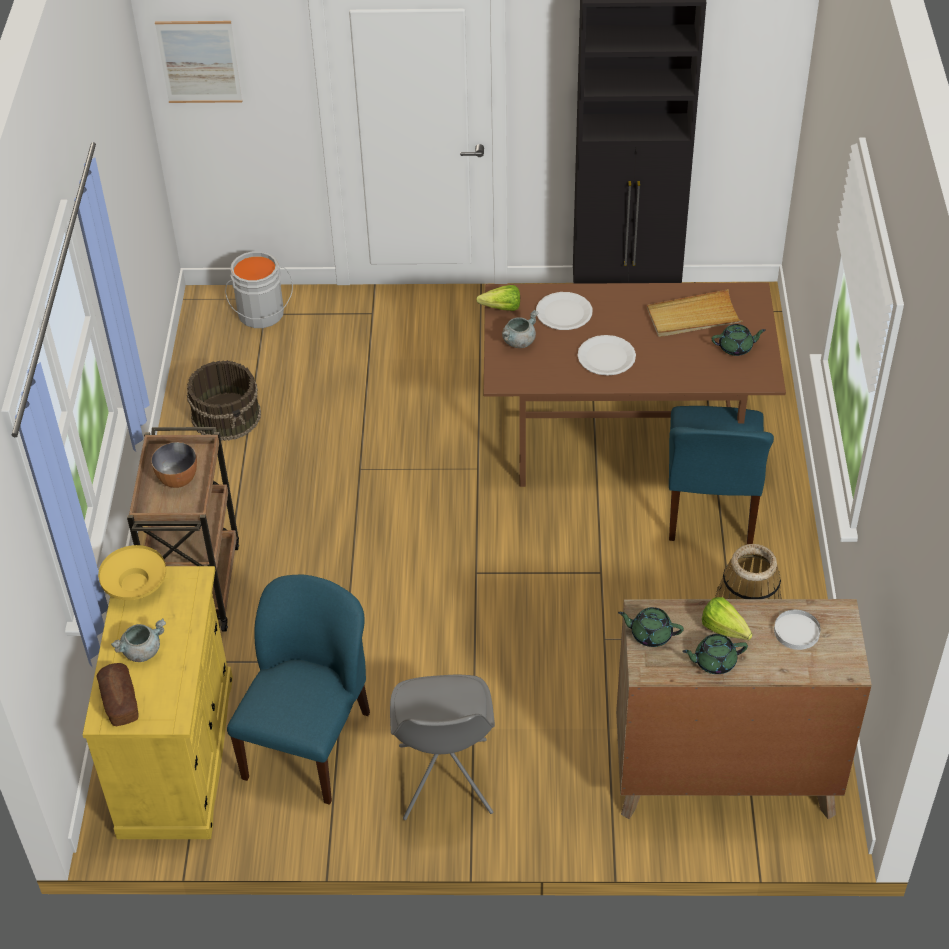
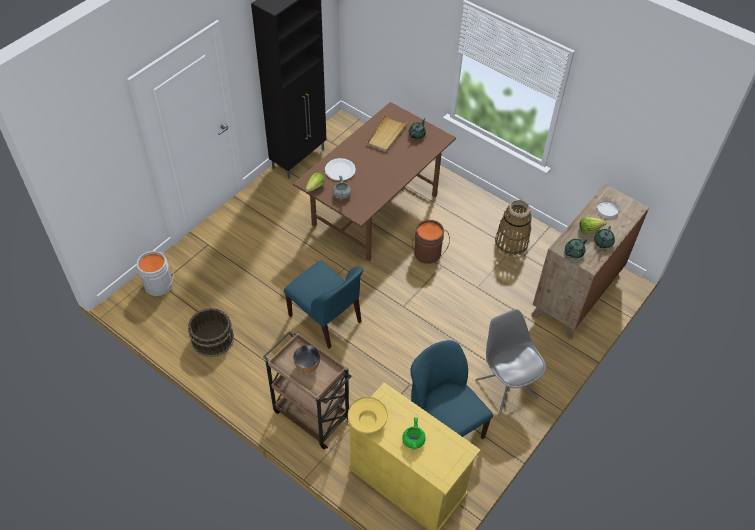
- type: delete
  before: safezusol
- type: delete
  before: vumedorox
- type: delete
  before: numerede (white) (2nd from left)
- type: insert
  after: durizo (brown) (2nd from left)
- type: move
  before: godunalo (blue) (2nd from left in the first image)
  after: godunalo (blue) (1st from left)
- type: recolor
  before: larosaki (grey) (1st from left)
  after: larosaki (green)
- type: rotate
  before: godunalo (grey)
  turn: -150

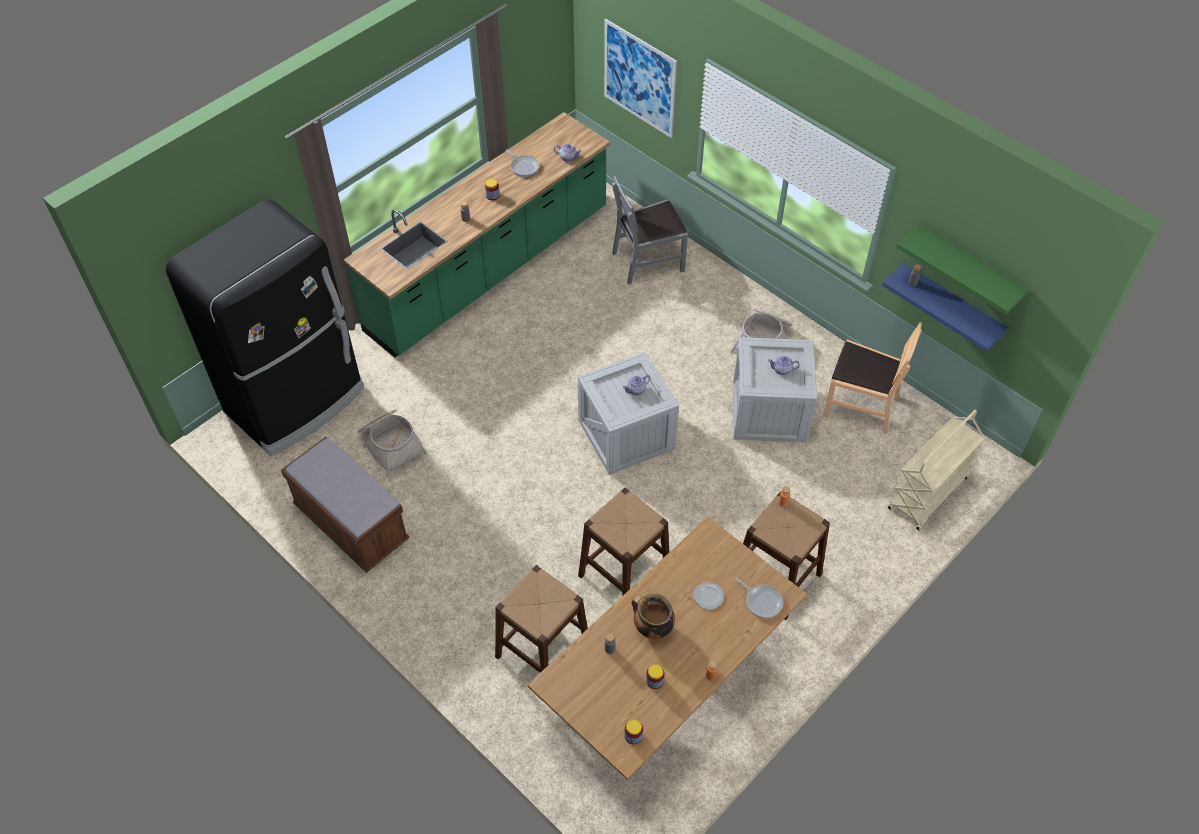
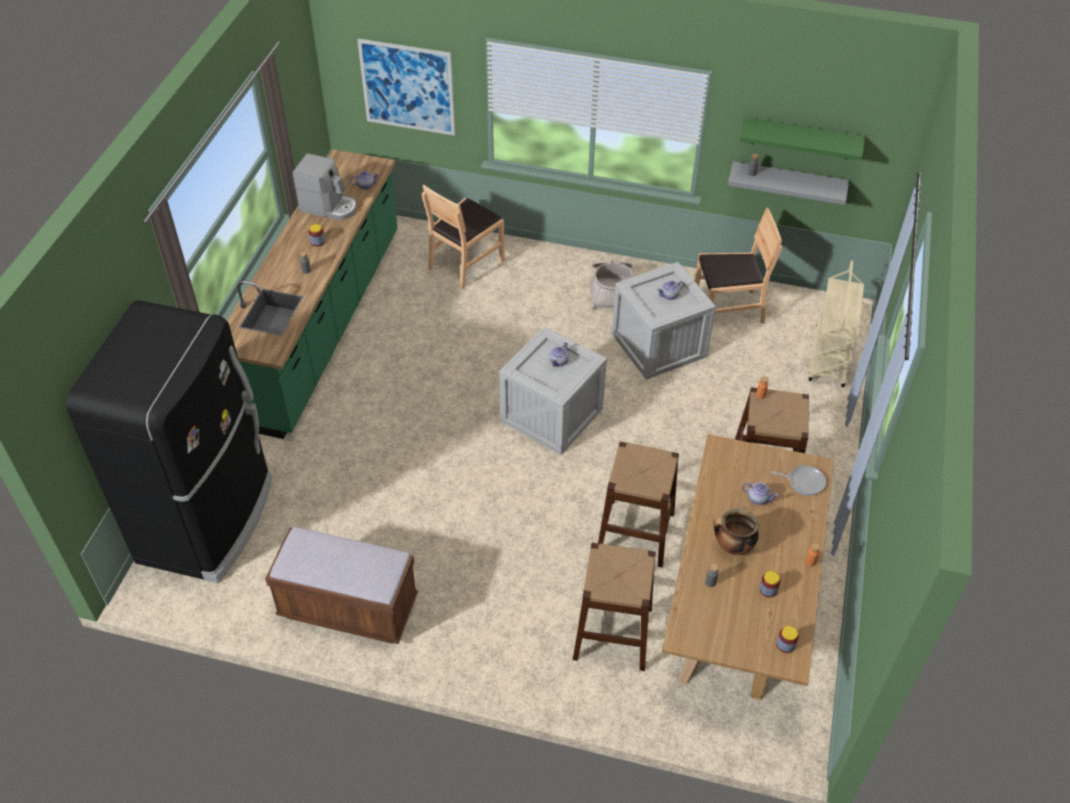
- type: delete
  before: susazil (1st from left)
- type: replace
  before: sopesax (1st from left)
  after: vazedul
- type: replace
  before: numerede
  after: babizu (4th from left)
- type: recolor
  before: godunalo (grey)
  after: godunalo (brown) (1st from left)
- type: recolor
  before: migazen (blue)
  after: migazen (grey)

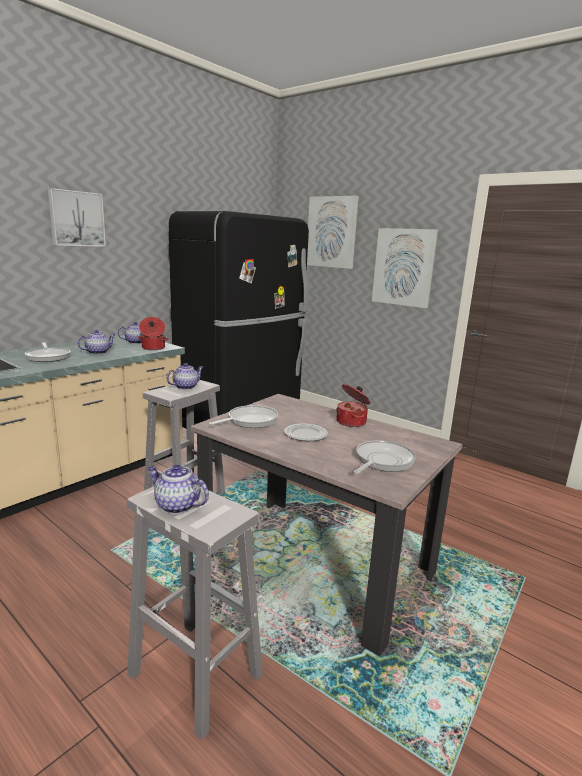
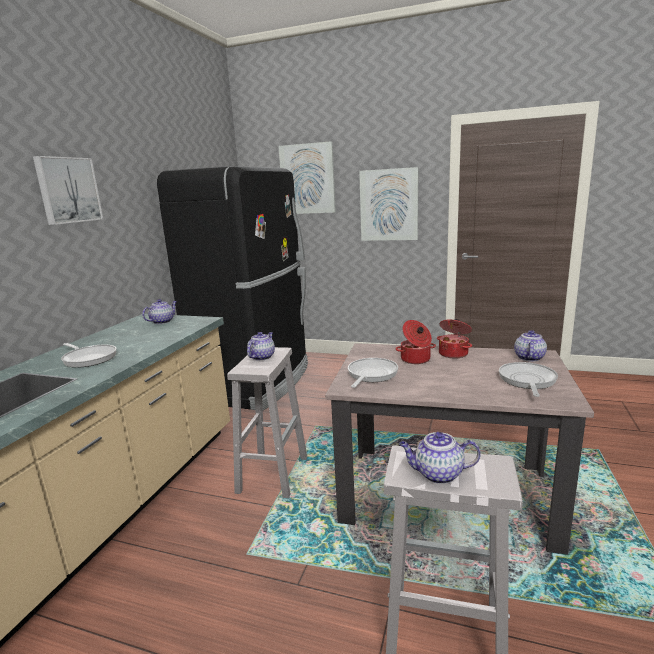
- type: delete
  before: numerede
- type: move
  before: babizu (1st from left in the first image)
  after: babizu (4th from left)
- type: move
  before: larosaki (1st from left)

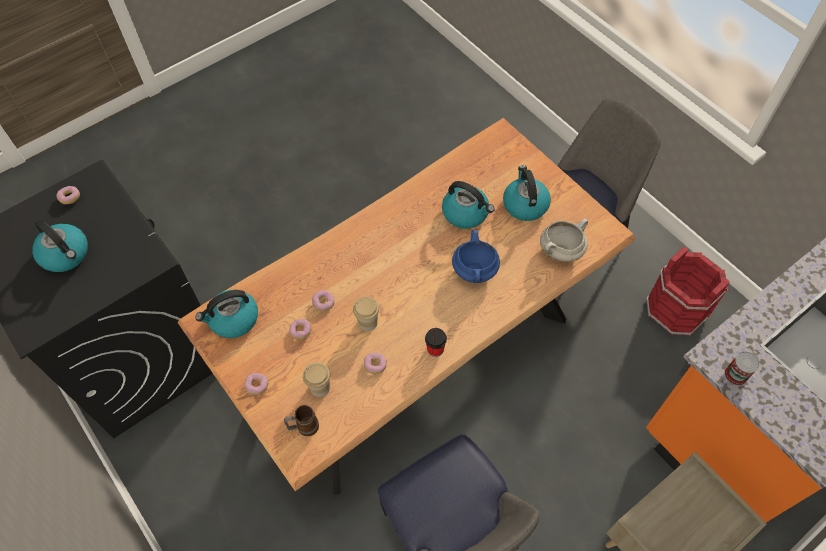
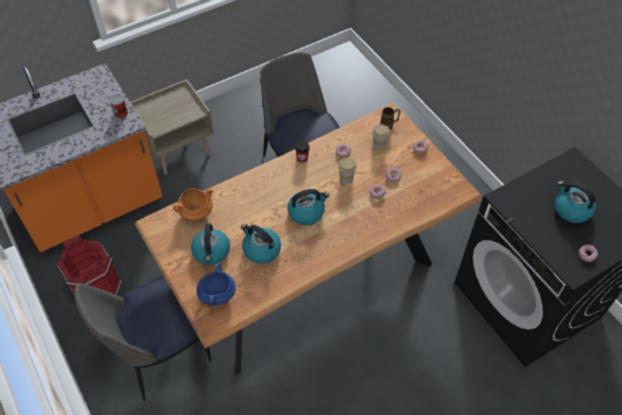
- type: move
  before: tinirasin (2nd from left in the first image)
  after: tinirasin (3rd from left)
- type: move
  before: larosaki (blue)
- type: recolor
  before: larosaki (white)
  after: larosaki (orange)

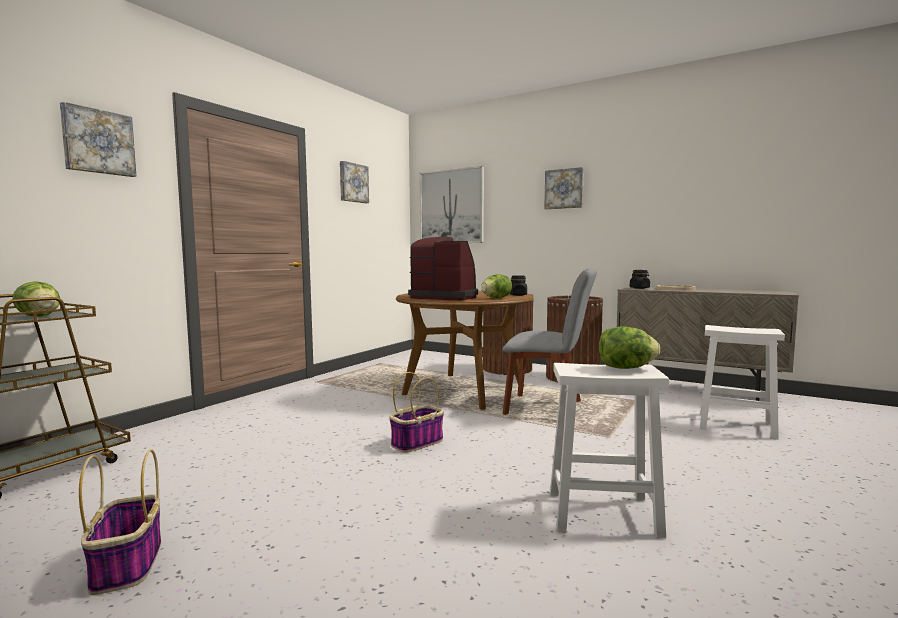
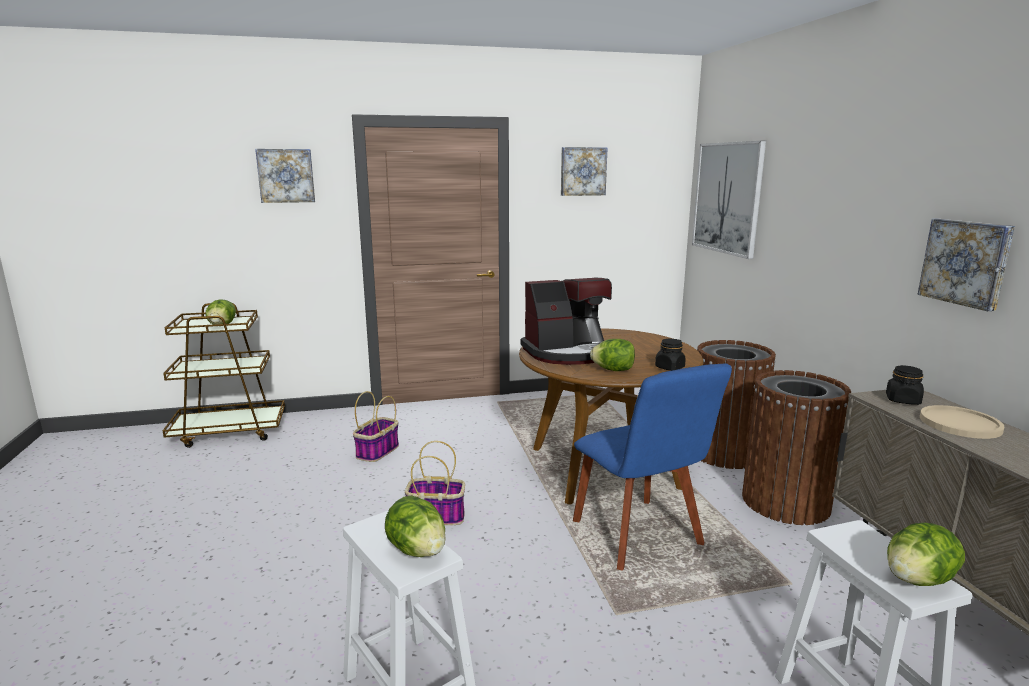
- type: insert
  after: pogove (4th from left)
- type: move
  before: susazil (1st from left)
- type: move
  before: vumedorox (4th from left)
- type: recolor
  before: godunalo (grey)
  after: godunalo (blue)
- type: rotate
  before: vazedul
  turn: 90

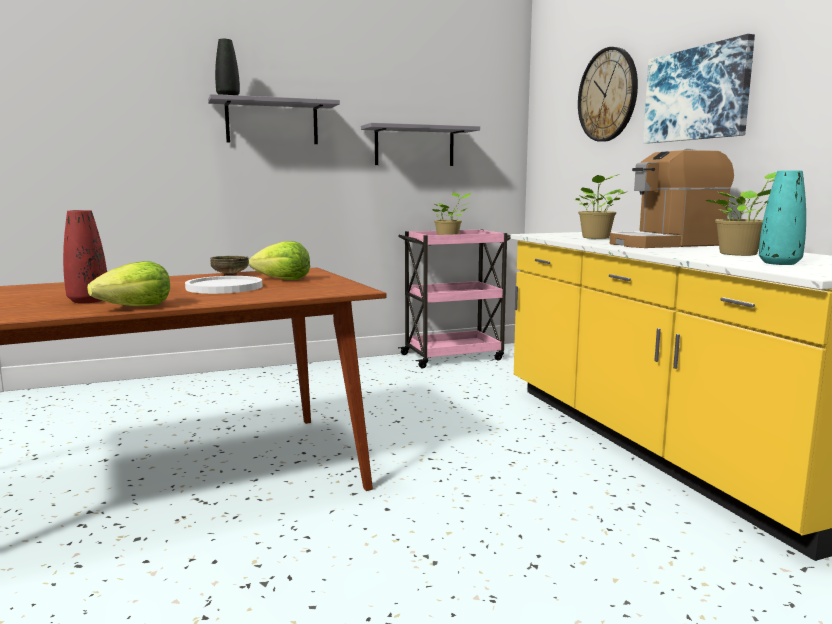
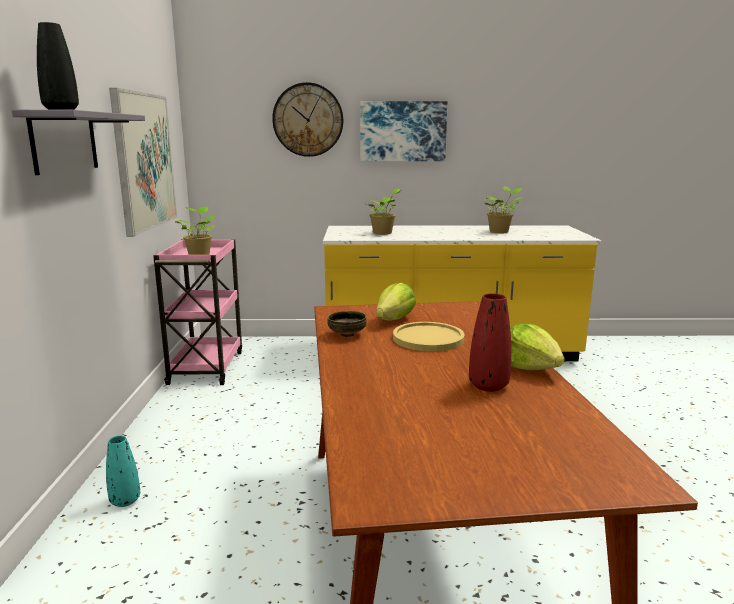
- type: delete
  before: vazedul
- type: move
  before: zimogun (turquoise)
- type: replace
  before: migazen (grey) (2nd from left)
  after: vumedorox (1st from left)
- type: recolor
  before: numerede (white)
  after: numerede (yellow)

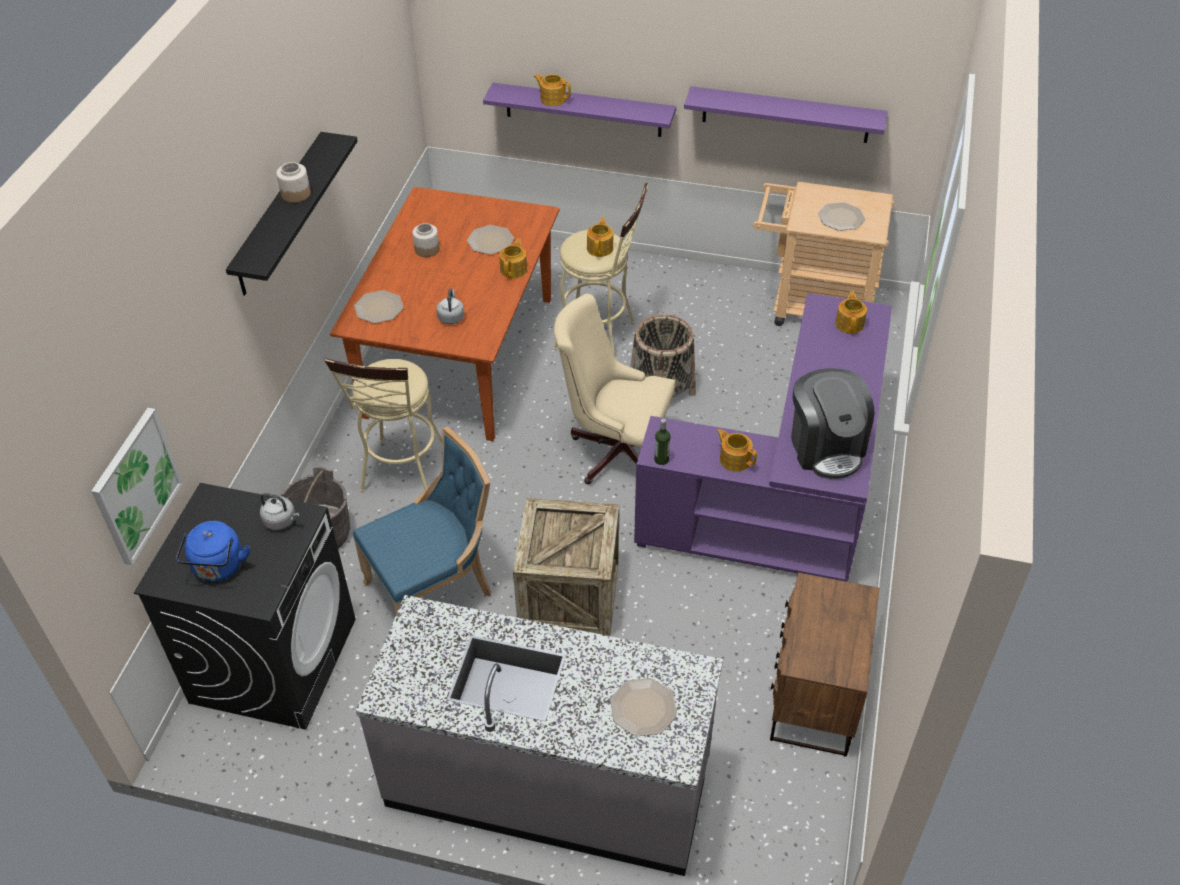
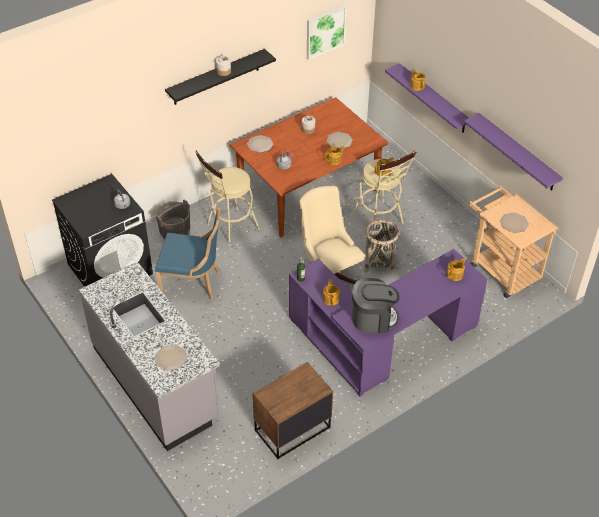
- type: delete
  before: tinirasin (blue)
- type: delete
  before: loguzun
- type: move
  before: vumedorox
- type: rotate
  before: vazedul
  turn: -120

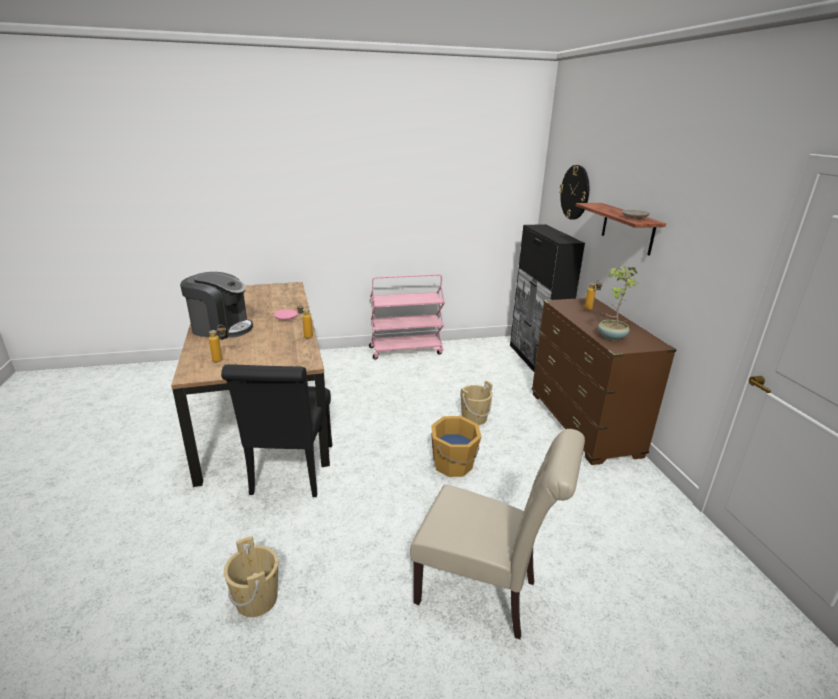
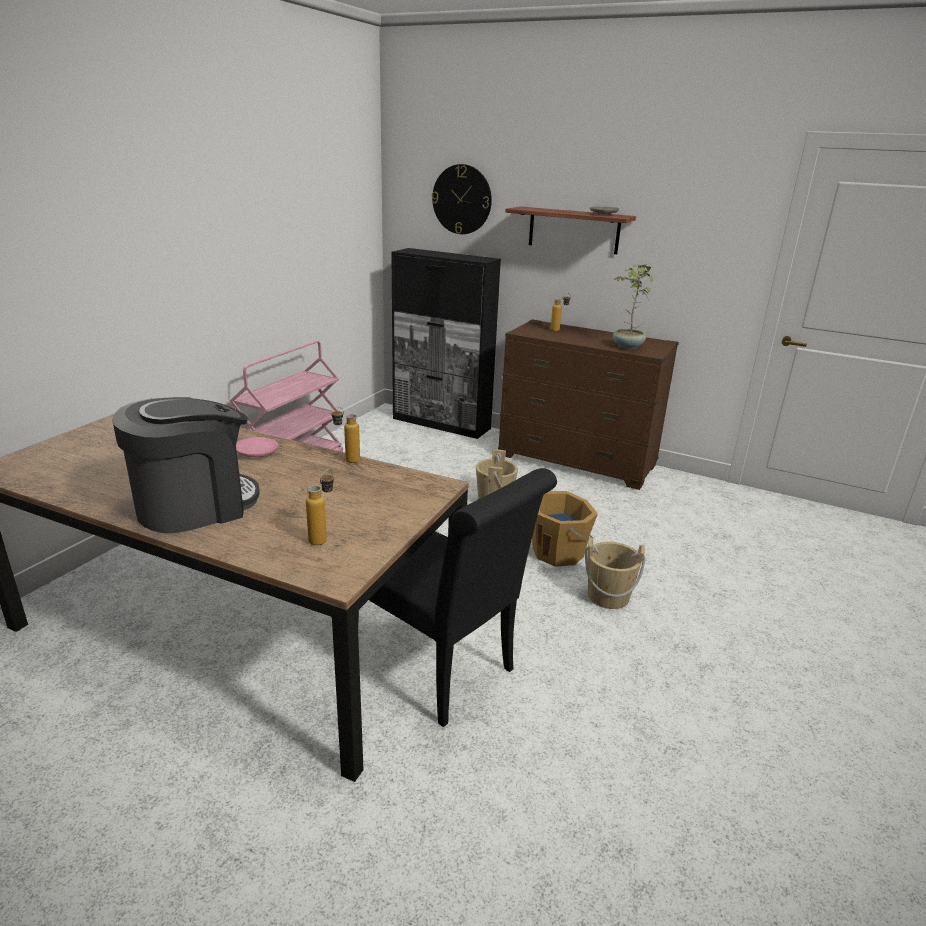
- type: delete
  before: godunalo (beige)
- type: move
  before: durizo (beige) (1st from left in the first image)
  after: durizo (beige) (2nd from left)

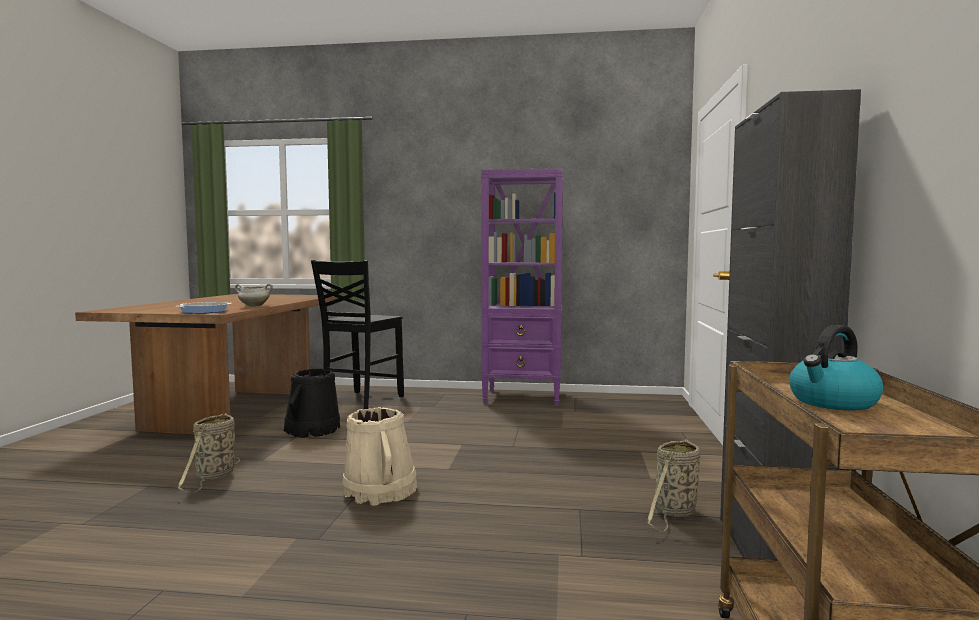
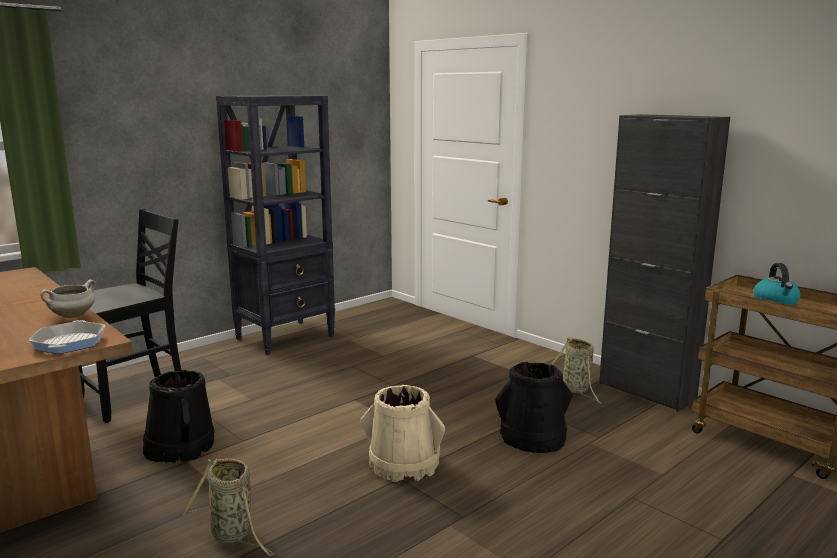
- type: insert
  after: durizo (black) (2nd from left)
- type: recolor
  before: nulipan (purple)
  after: nulipan (black)
- type: rotate
  before: godunalo (black)
  turn: -105

